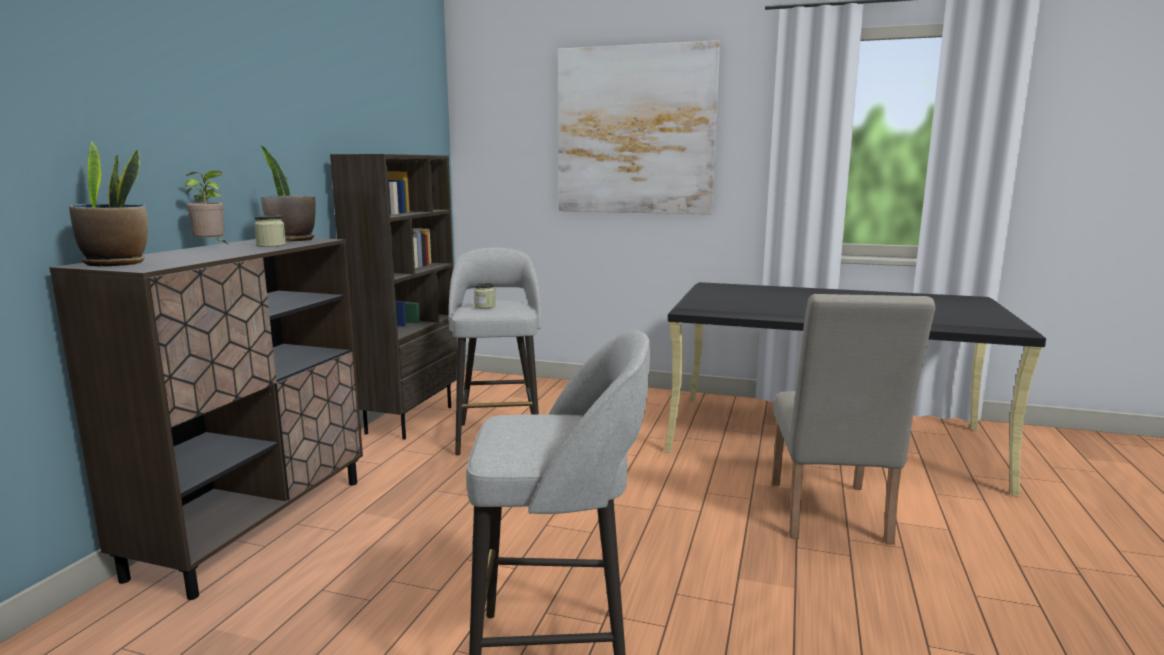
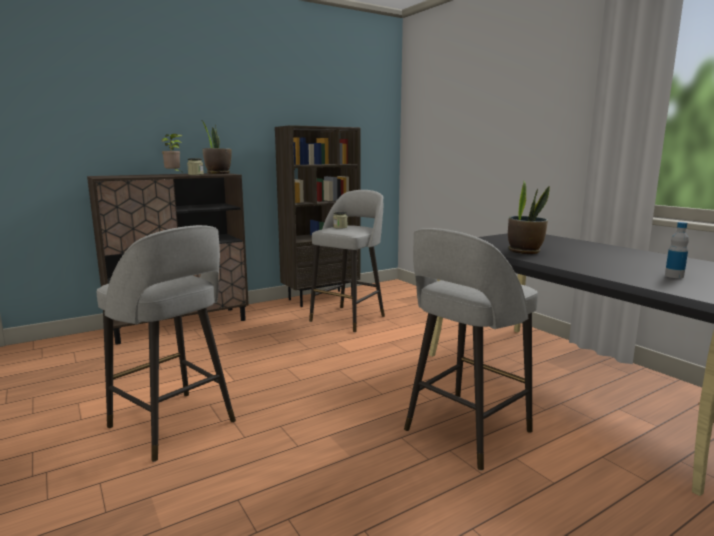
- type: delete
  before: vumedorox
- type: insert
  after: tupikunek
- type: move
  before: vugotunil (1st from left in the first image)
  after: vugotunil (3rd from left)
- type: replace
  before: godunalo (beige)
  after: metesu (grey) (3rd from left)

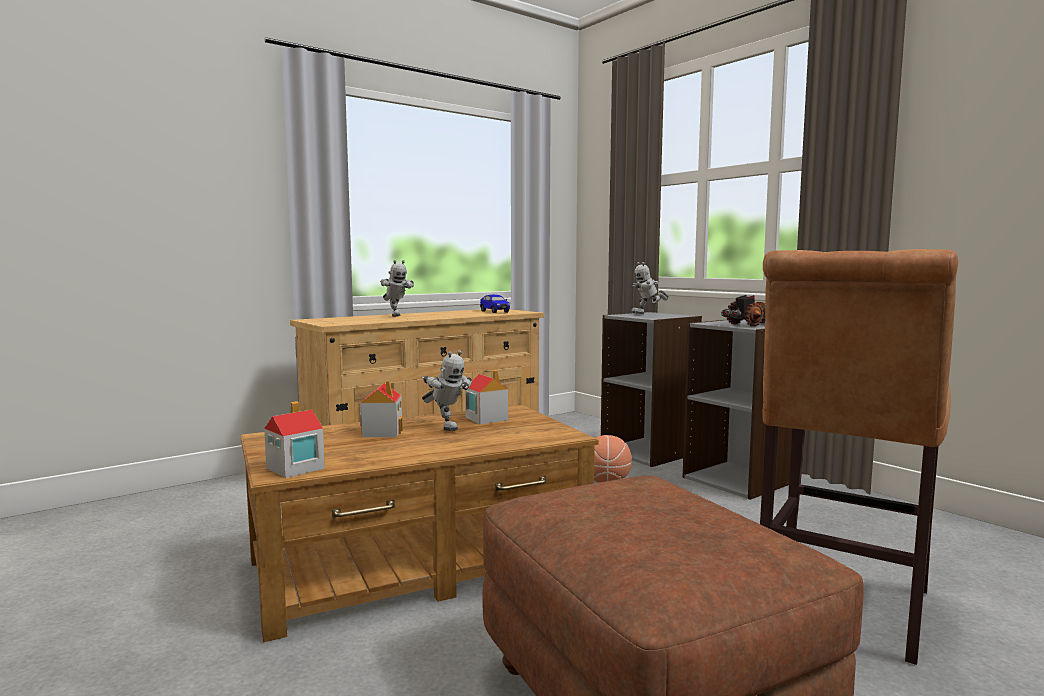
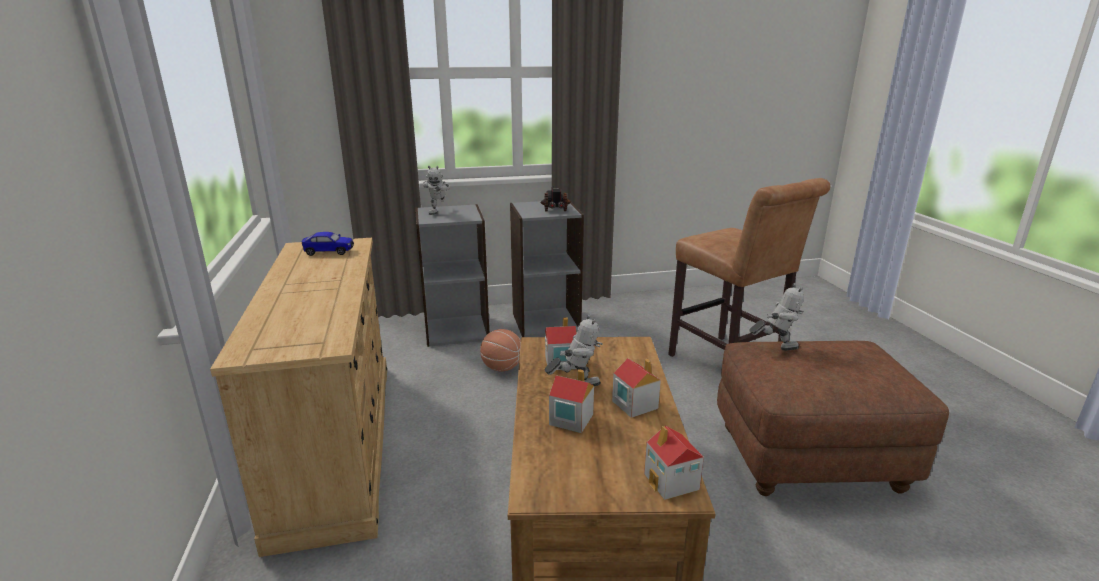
- type: insert
  after: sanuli (3rd from left)
- type: move
  before: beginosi (1st from left in the first image)
  after: beginosi (3rd from left)

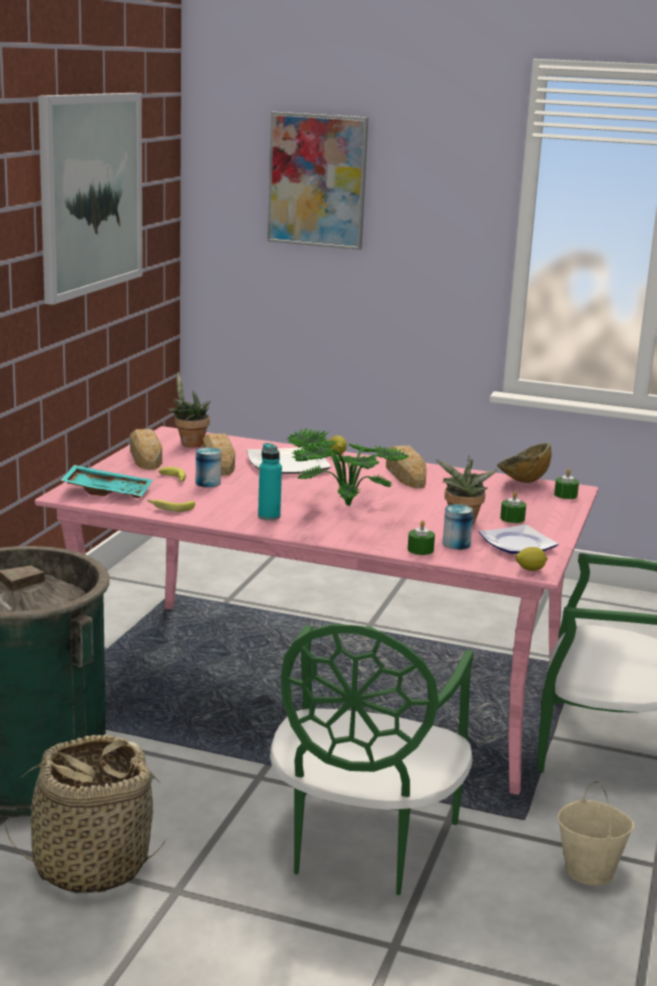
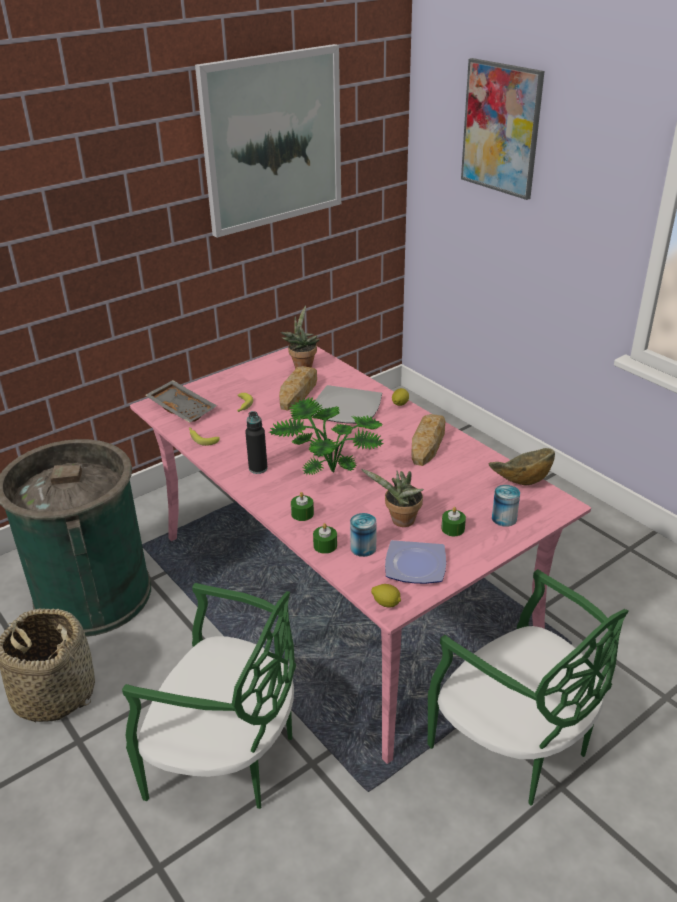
- type: delete
  before: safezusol (1st from left)
- type: delete
  before: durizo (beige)
- type: move
  before: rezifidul (1st from left in the first image)
  after: rezifidul (2nd from left)
- type: move
  before: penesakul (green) (3rd from left in the first image)
  after: penesakul (green) (1st from left)
- type: recolor
  before: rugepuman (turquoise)
  after: rugepuman (grey)
- type: recolor
  before: tupikunek (turquoise)
  after: tupikunek (black)
- type: rotate
  before: godunalo (green) (1st from left)
  turn: -120

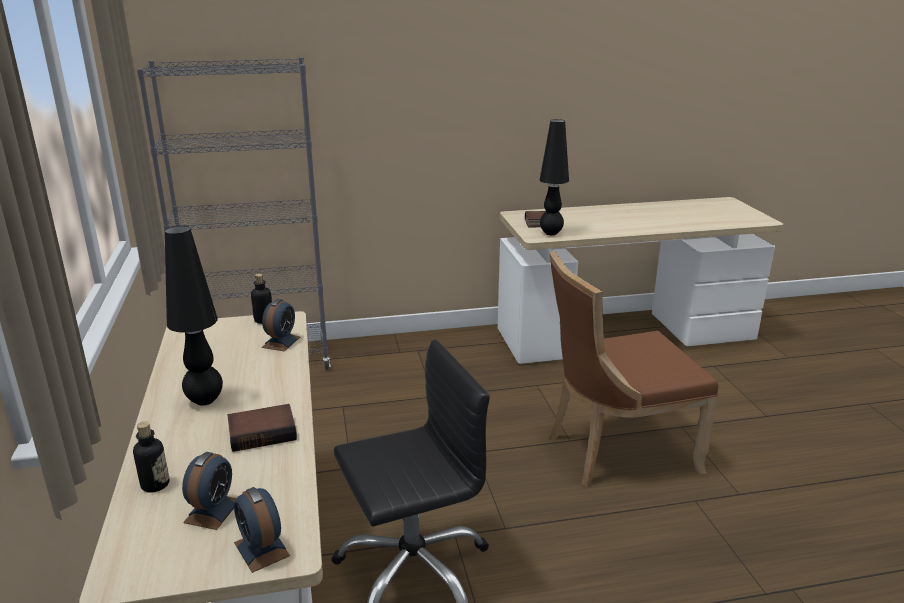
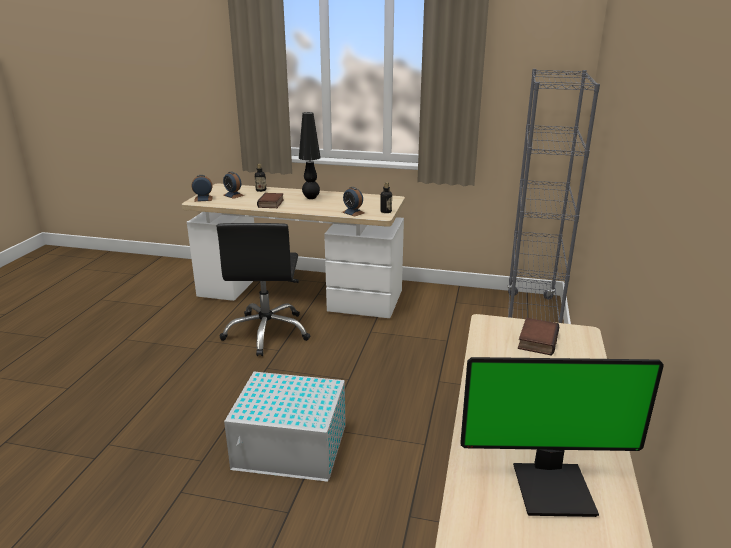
- type: delete
  before: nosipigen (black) (2nd from left)
- type: insert
  after: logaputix
- type: replace
  before: godunalo (brown)
  after: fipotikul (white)

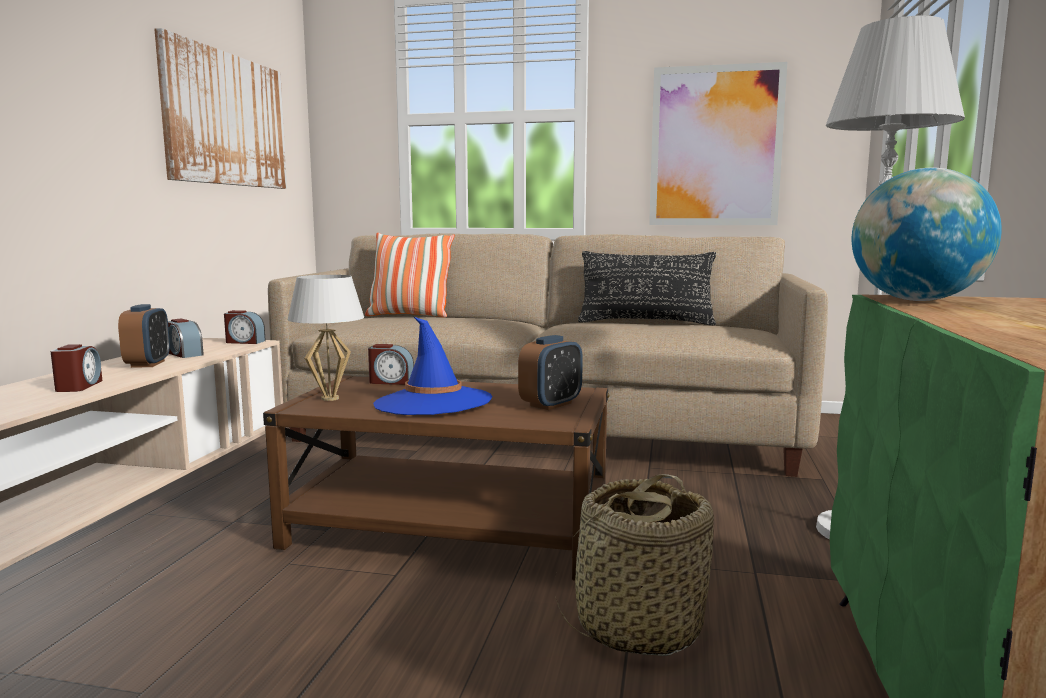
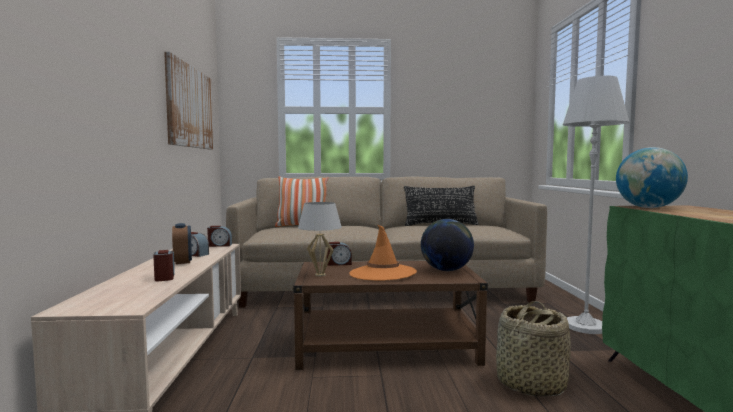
- type: delete
  before: vumedorox (2nd from left)
- type: replace
  before: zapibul (6th from left)
  after: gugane (1st from left)
- type: recolor
  before: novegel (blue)
  after: novegel (orange)

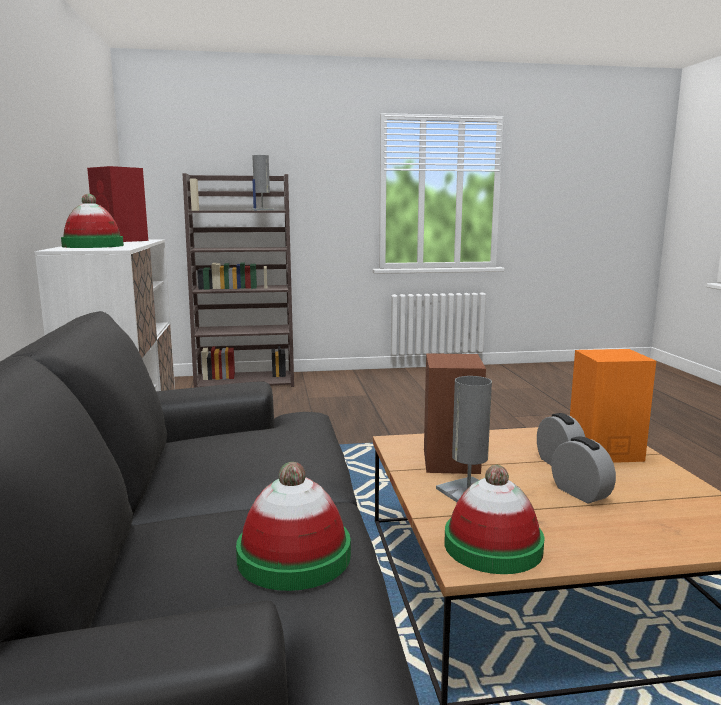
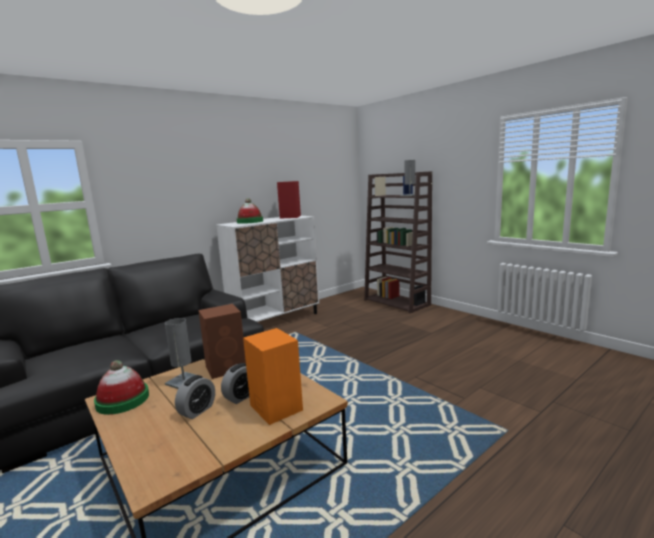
- type: delete
  before: novegel (2nd from left)

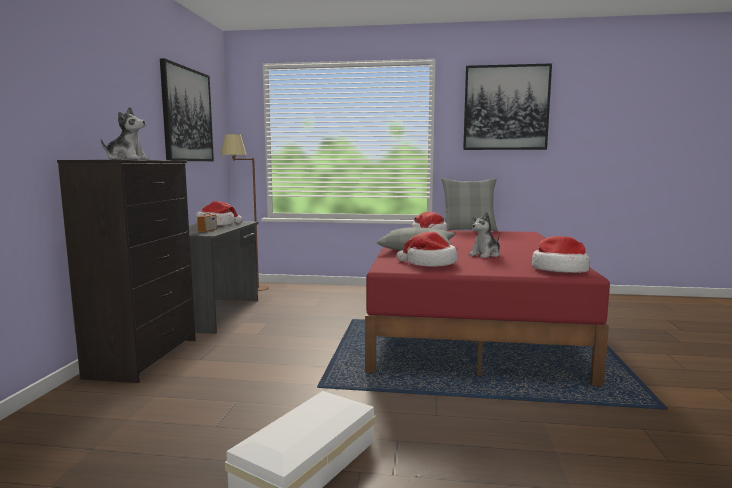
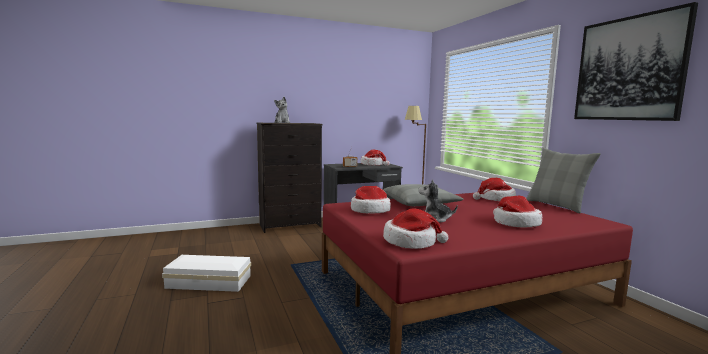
- type: delete
  before: vumedorox (1st from left)
- type: insert
  after: novegel (5th from left)

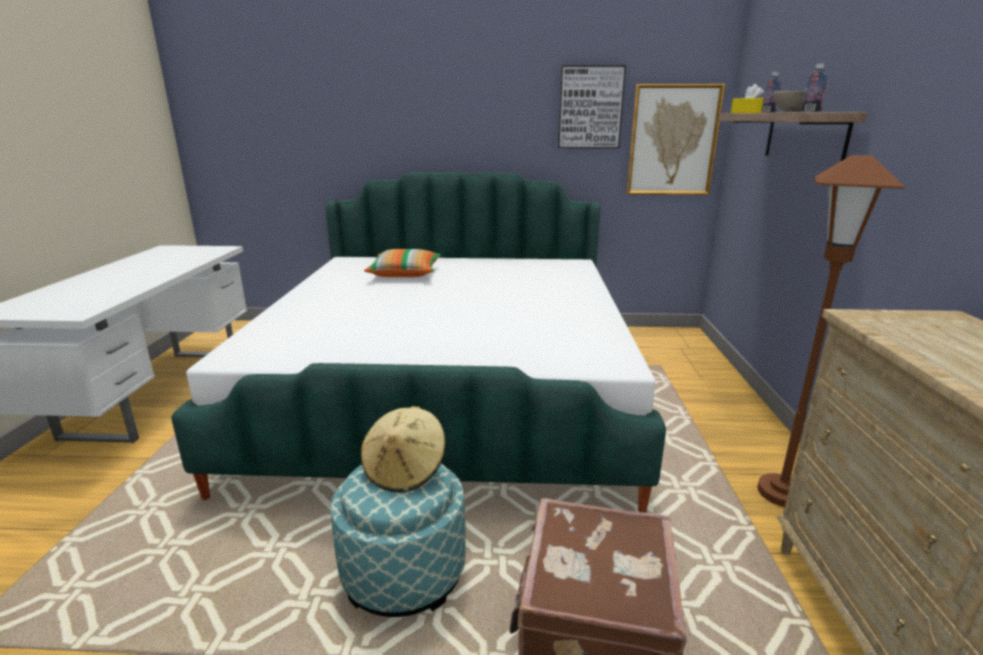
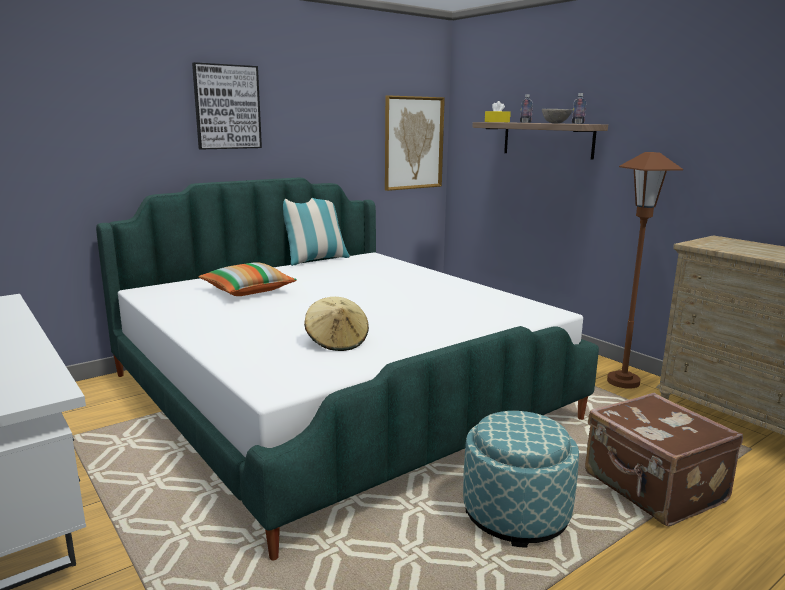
- type: insert
  after: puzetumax (2nd from left)
- type: move
  before: novegel (beige)
- type: move
  before: vumedorox (1st from left)

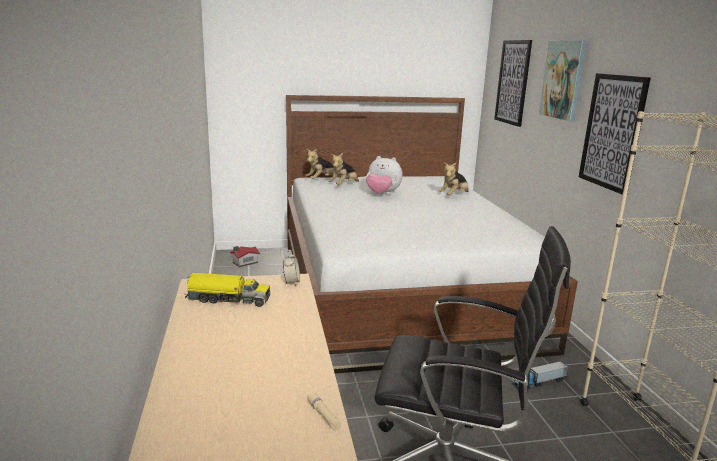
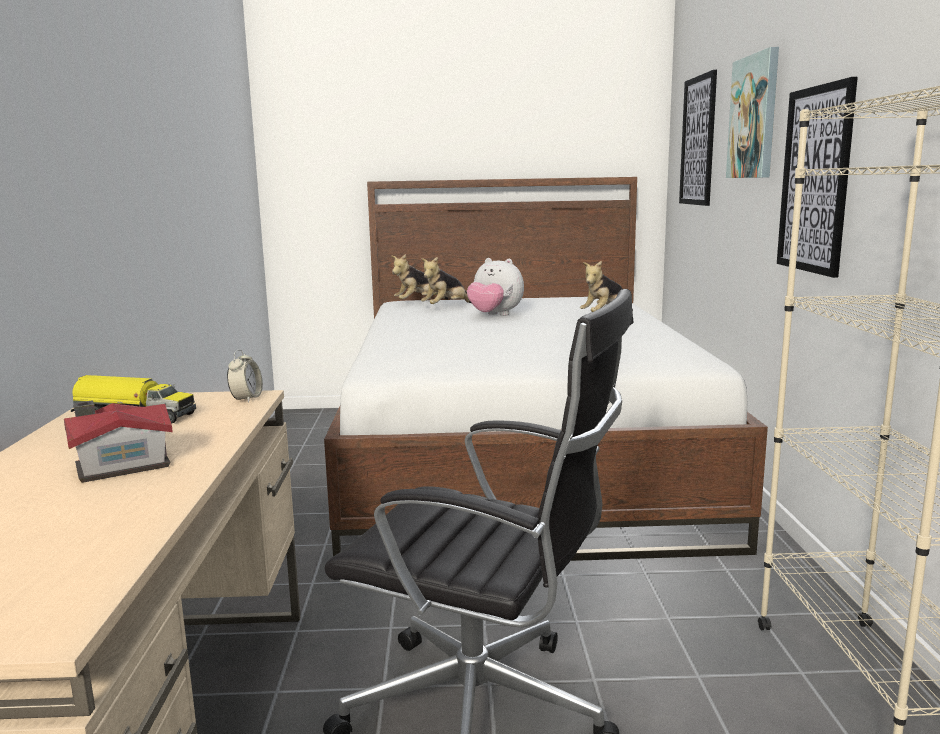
- type: delete
  before: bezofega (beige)
- type: delete
  before: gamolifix (2nd from left)
- type: move
  before: sanuli

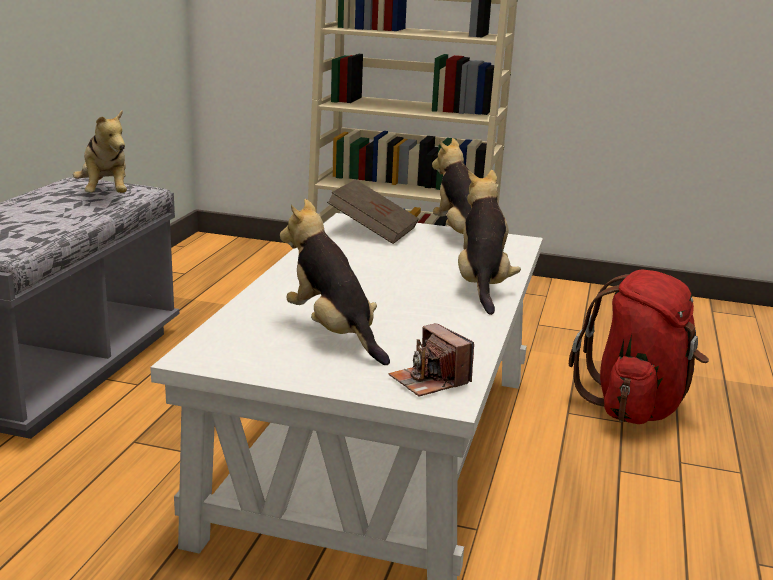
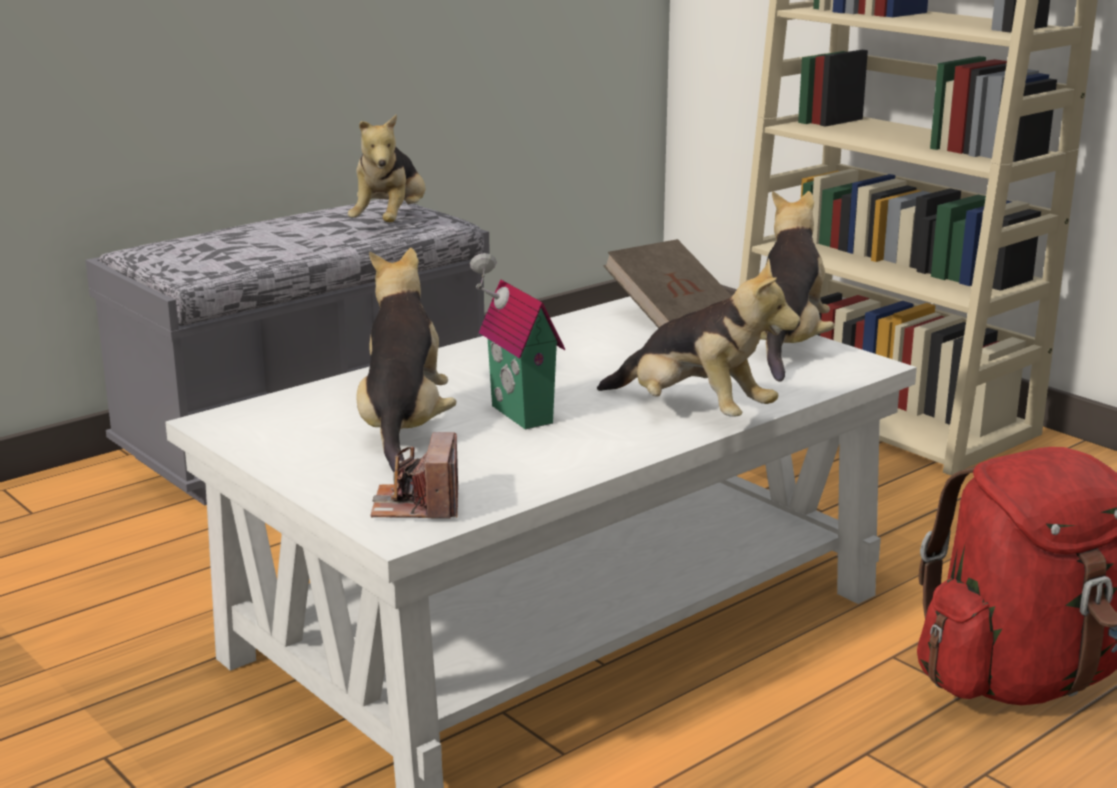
- type: insert
  after: sanuli
- type: rotate
  before: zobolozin (4th from left in the first image)
  turn: 90

